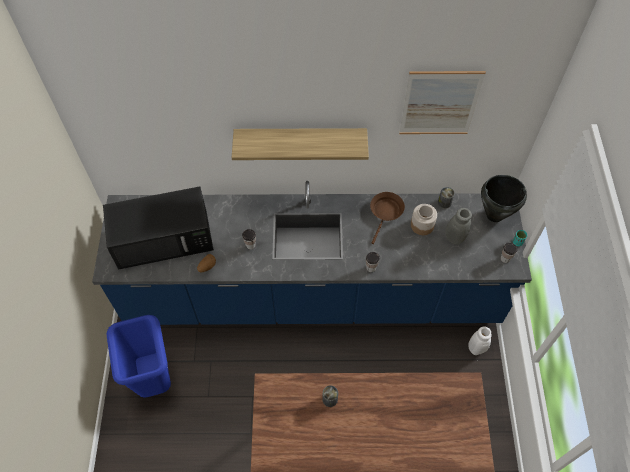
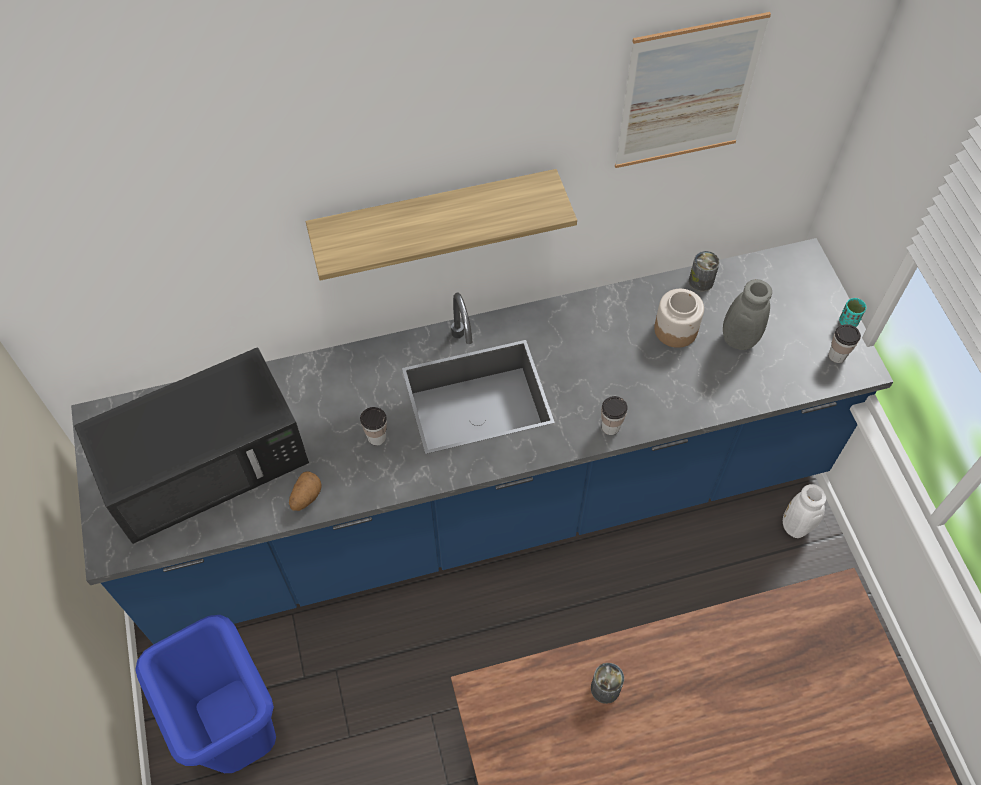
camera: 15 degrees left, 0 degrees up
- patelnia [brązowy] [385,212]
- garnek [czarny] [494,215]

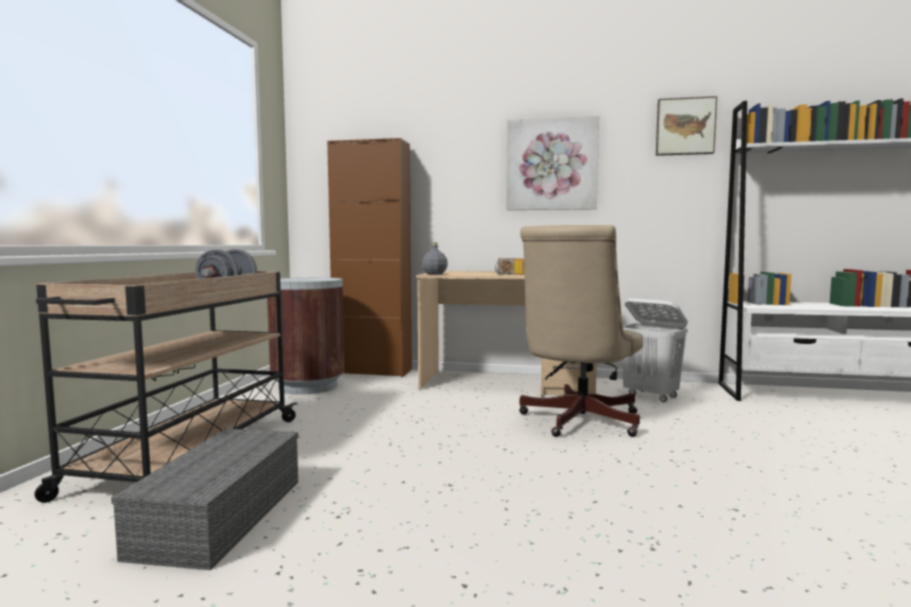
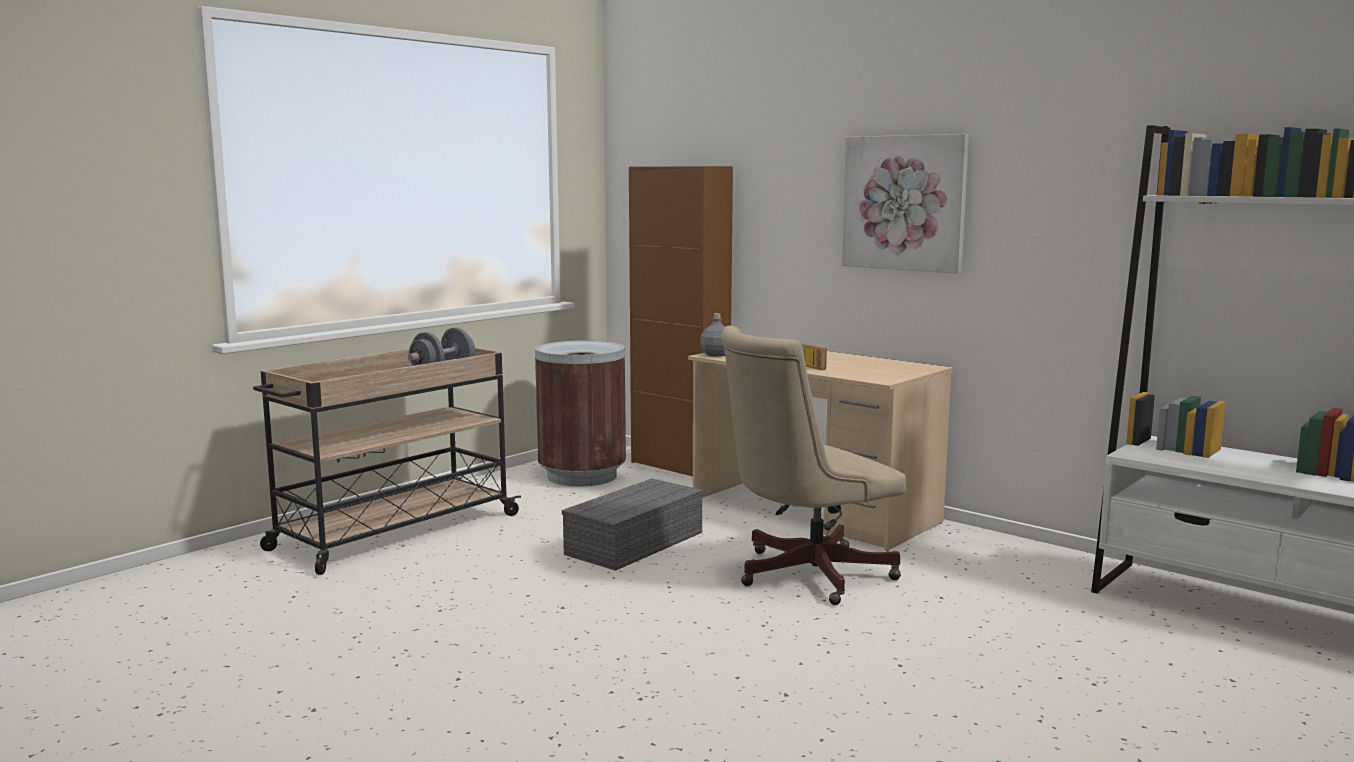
camera: 30 degrees right, 5 degrees up
- kosz na pranie [biały] [651,396]
- obraz [685,127]
~ pojemnik do przechowywania [szary] [220,514] to [635,542]

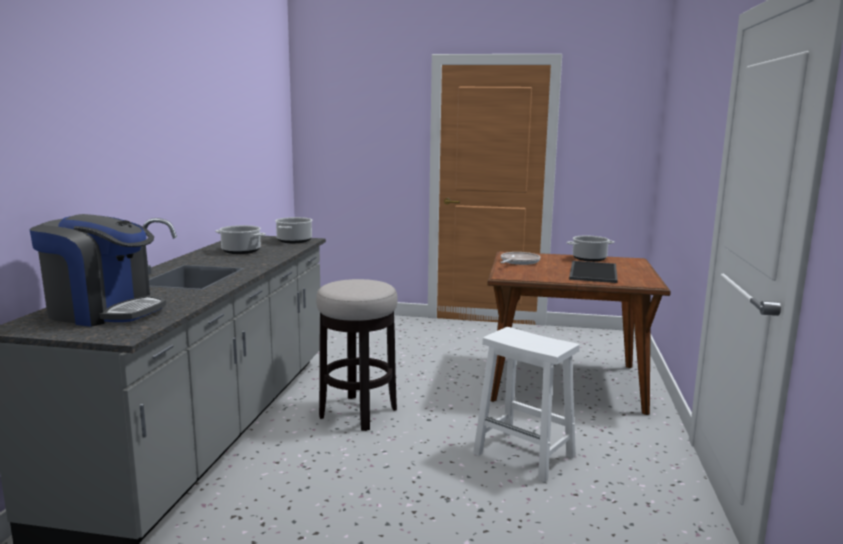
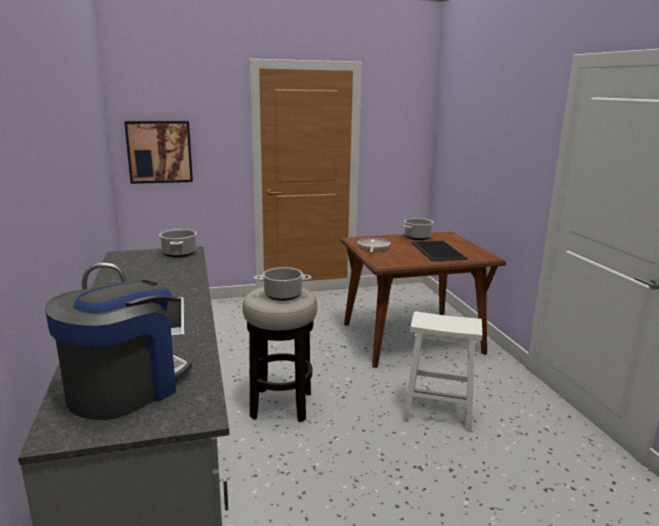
camera: 25 degrees left, 5 degrees up
+ obraz [159,152]
~ garnek [241,251] to [283,295]
~ ekspres do kawy [104,312] = [126,387] 45 degrees counterclockwise

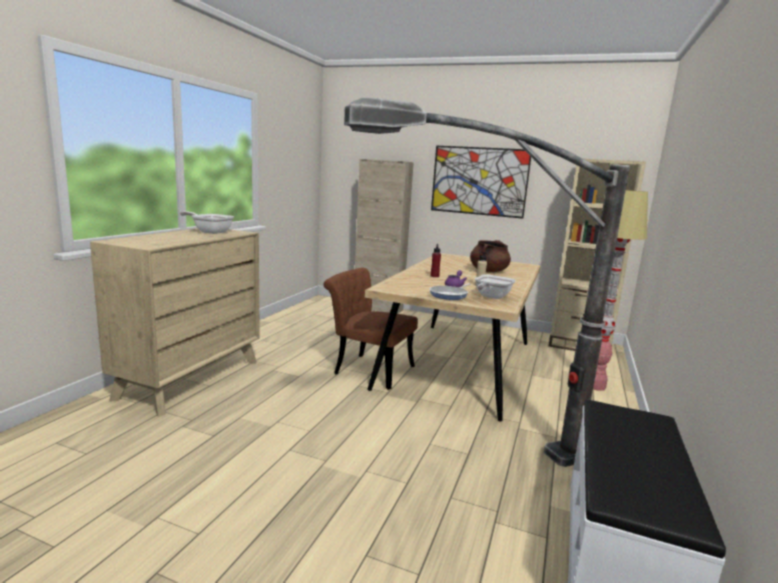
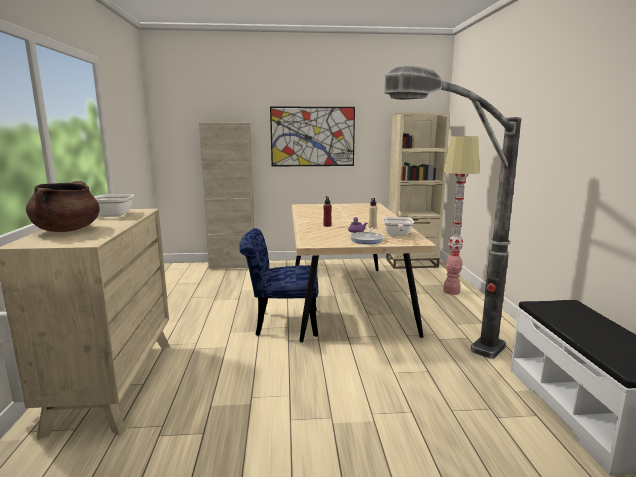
camera: 25 degrees left, 0 degrees up
~ garnek [brązowy] [488,271] to [67,230]
~ krzesło [brązowy] [367,369] to krzesło [niebieski] [280,323]

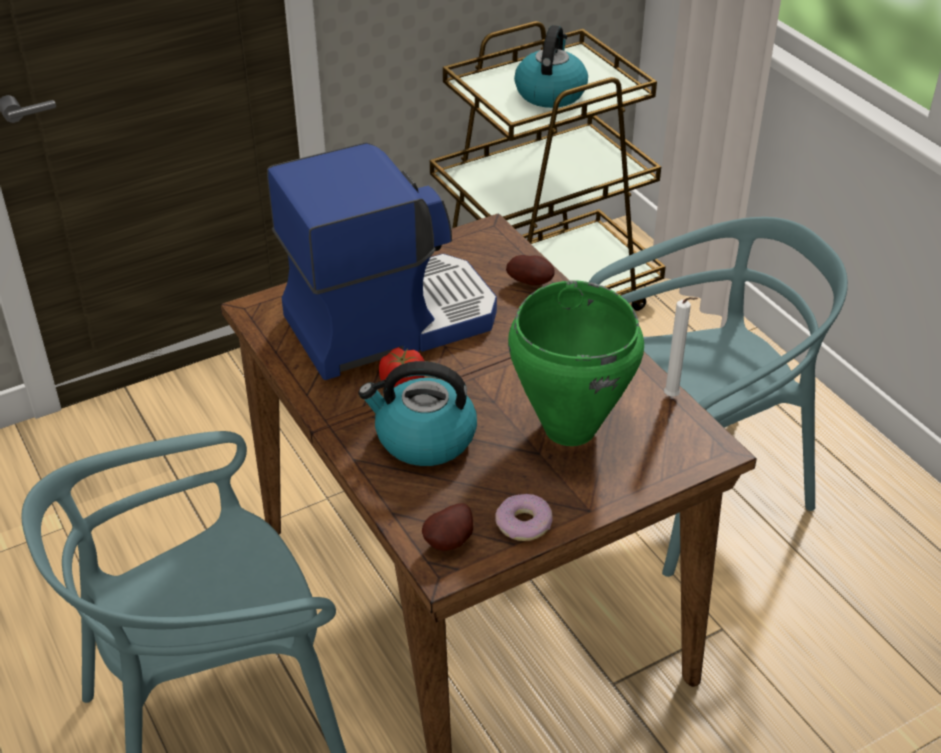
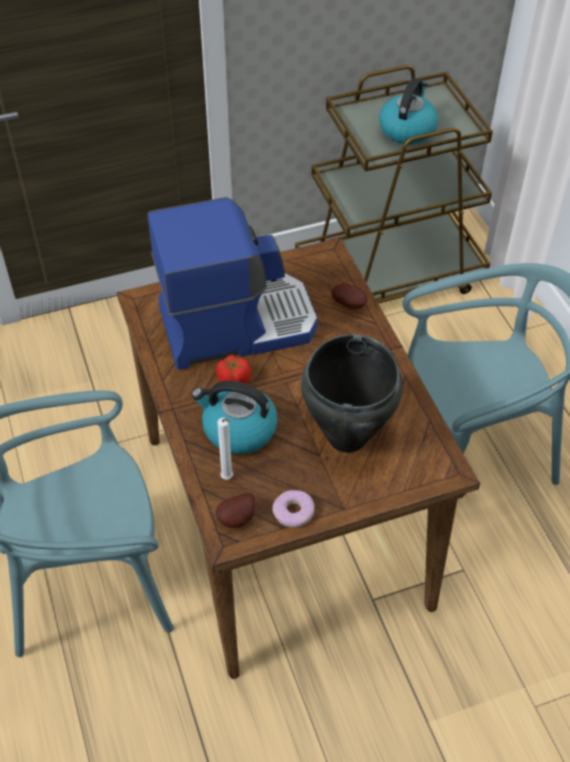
camera: 10 degrees right, 10 degrees up
~ świeca [biały] [673,397] to [228,478]
~ garnek [zielony] [568,429] to garnek [czarny] [346,437]

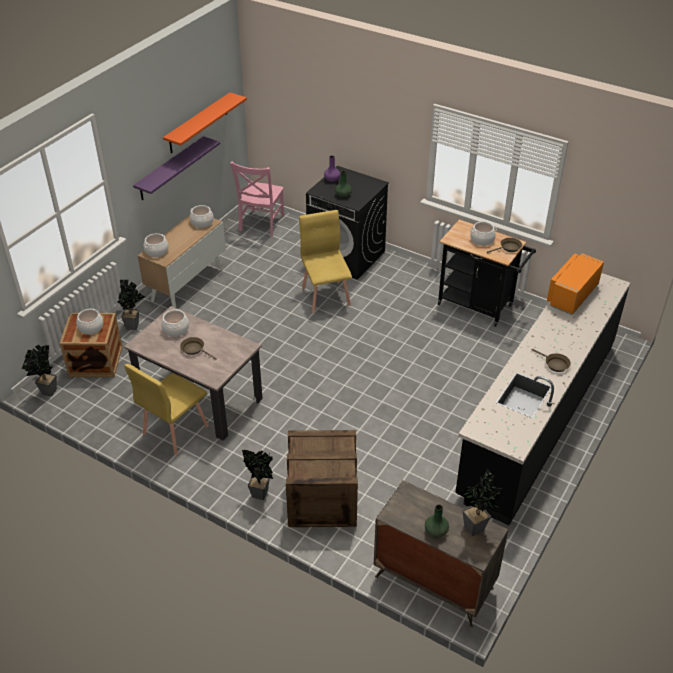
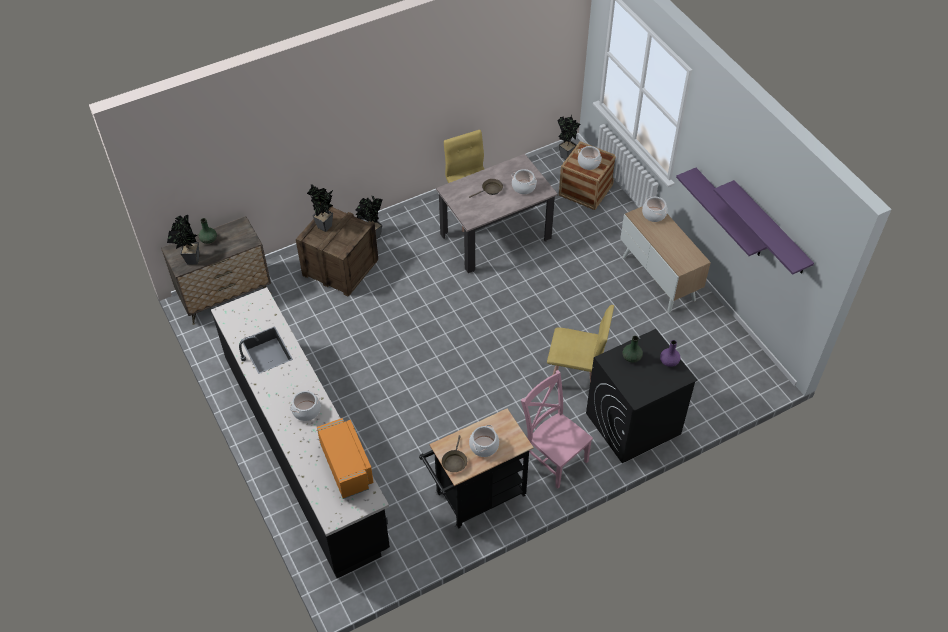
camera: 120 degrees right, 10 degrees up
- patelnia [brązowy] [554,364]
~ roślina doniczkowa [134,324] to [325,228]
~ garnek [202,222] to [306,410]
~ krzesło [różowy] [261,224] to [553,457]
~ półka [pomarańczowy] [198,123] to półka [fioletowy] [770,228]

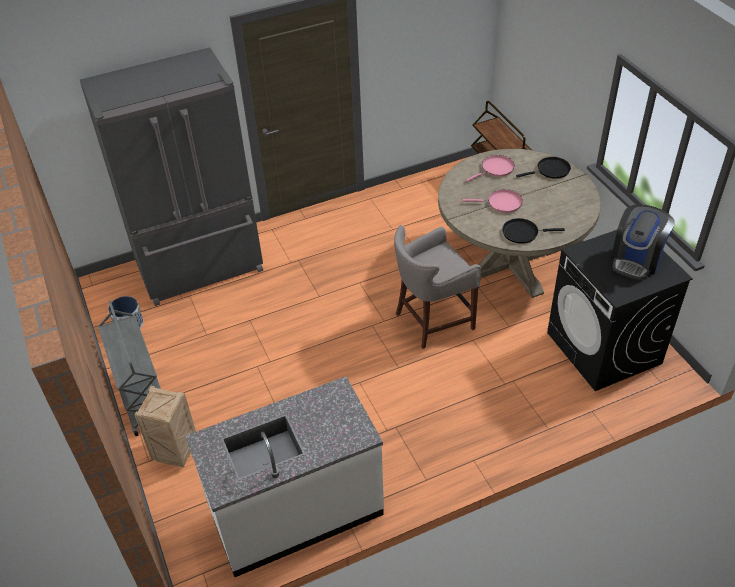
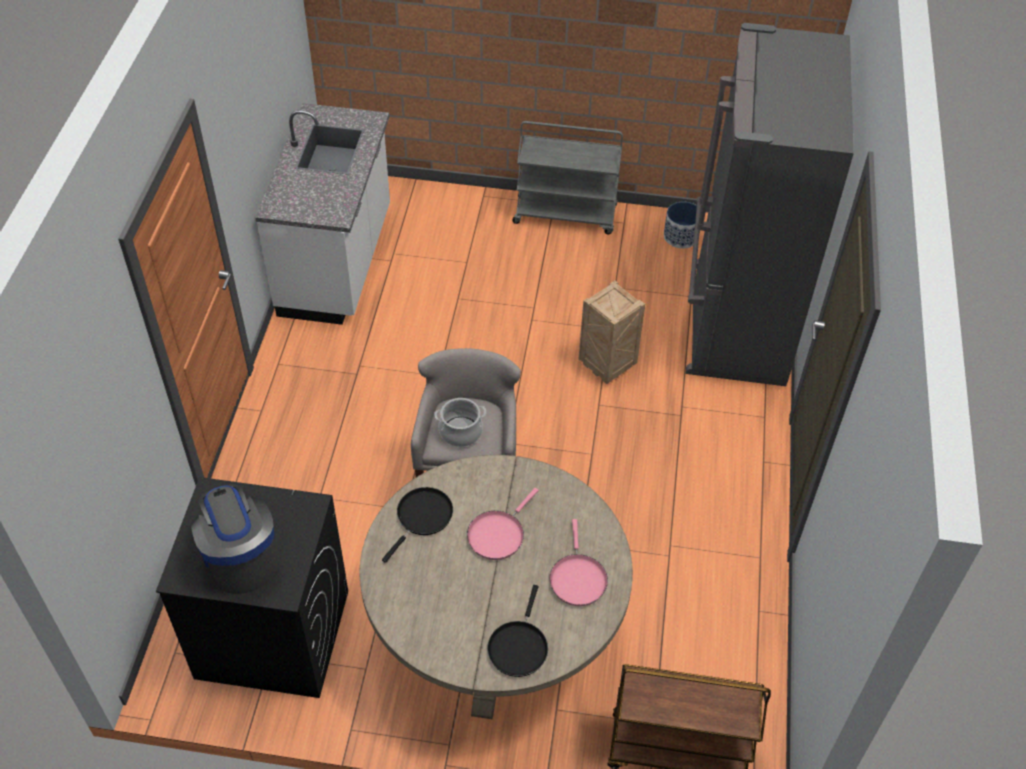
camera: 120 degrees right, 5 degrees up
+ garnek [460,432]
~ skrzynka [175,451] to [608,365]

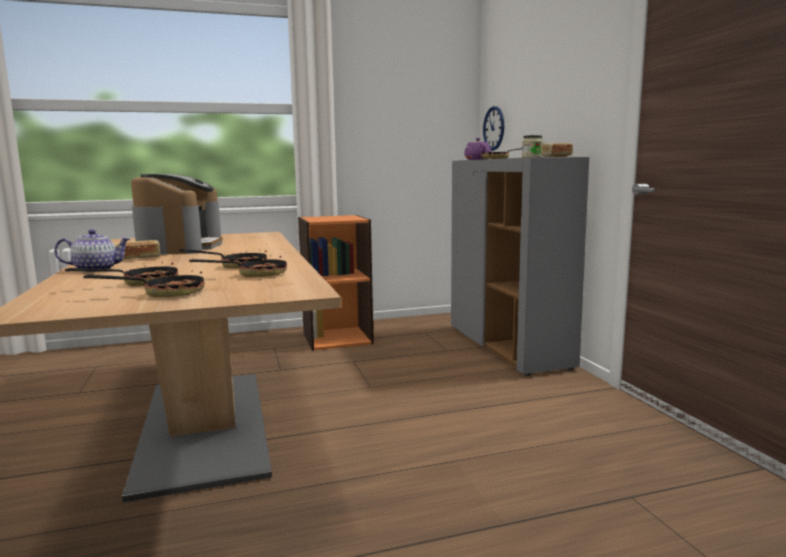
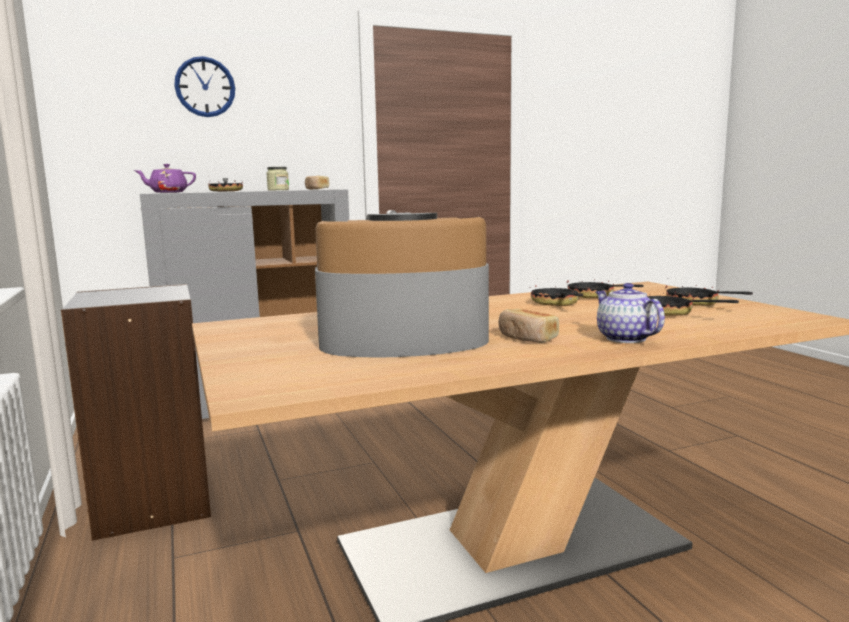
camera: 95 degrees left, 0 degrees up
~ zegar ścienny [494,128] to [205,87]
~ regał [pomarańczowy] [337,338] to regał [szary] [152,503]

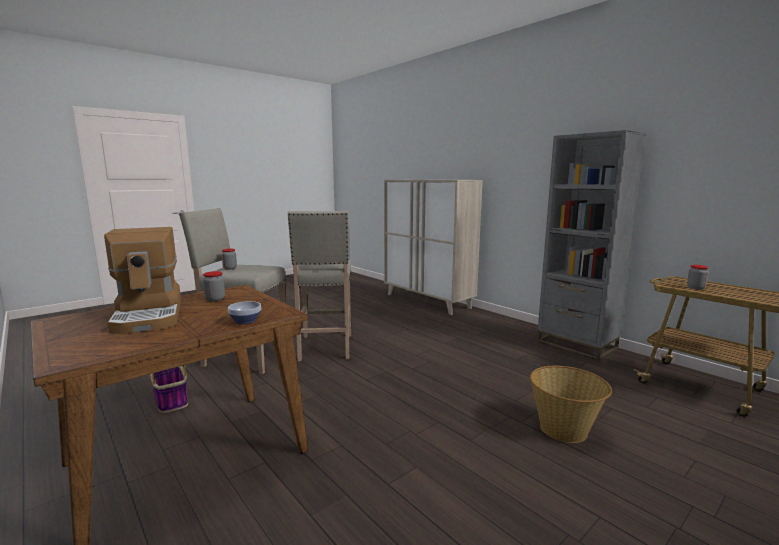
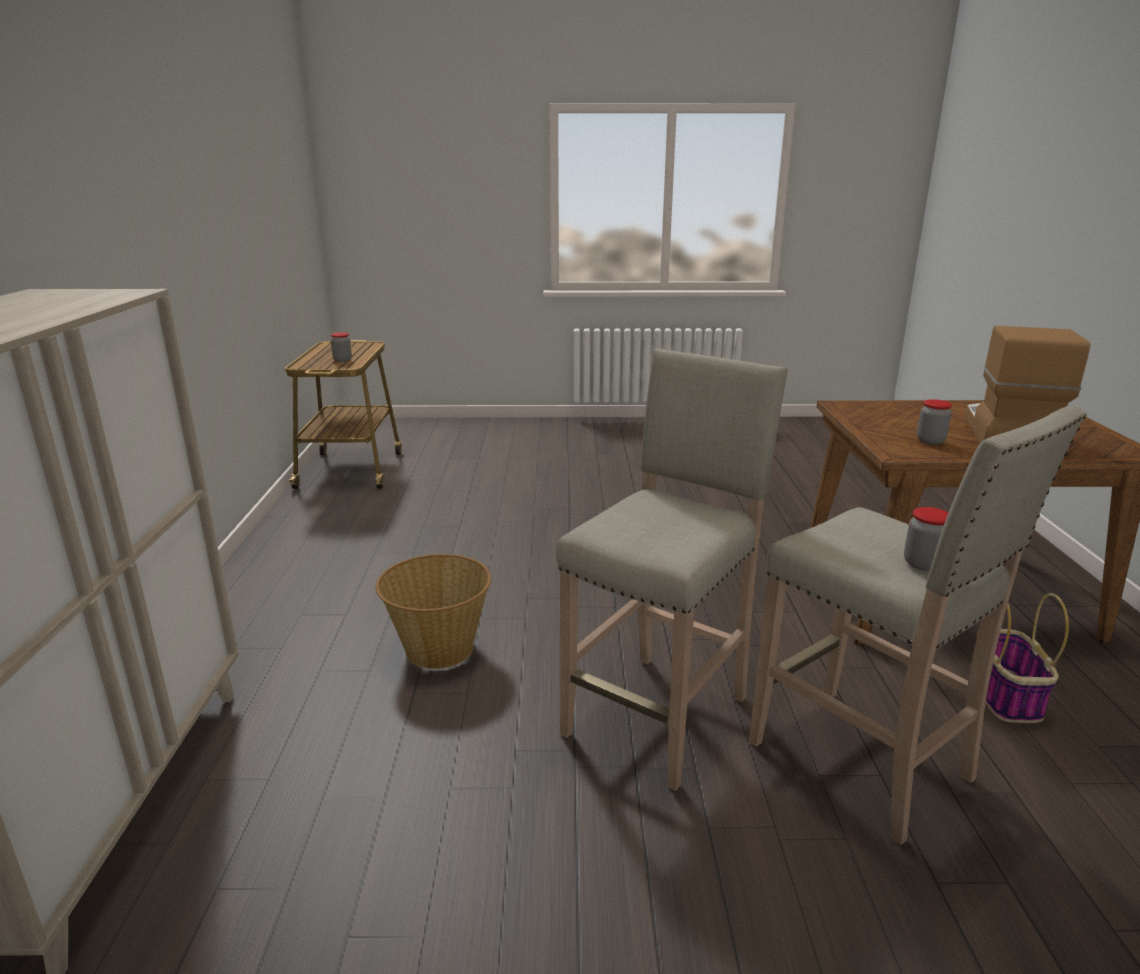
camera: 140 degrees left, 10 degrees up
- miska [246,321]
- regał [szary] [576,345]
~ koszyk [564,429] to [439,648]

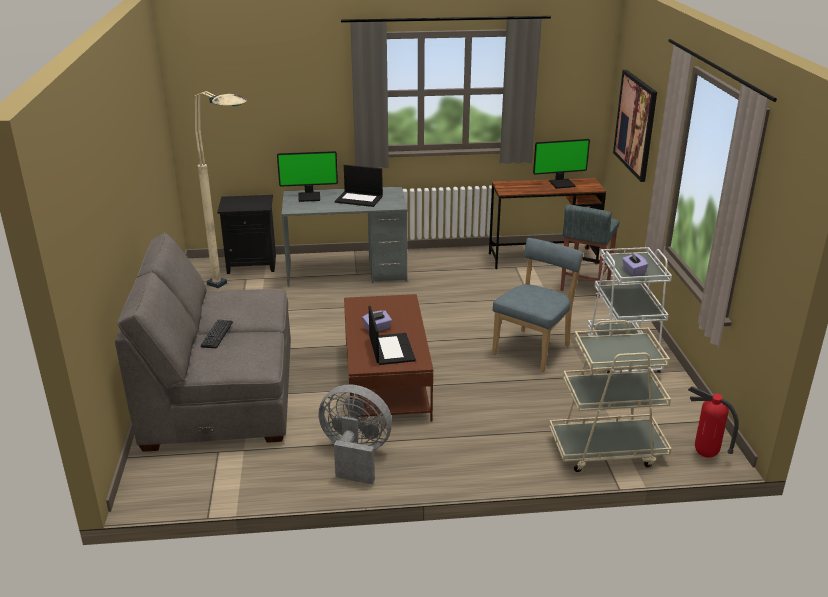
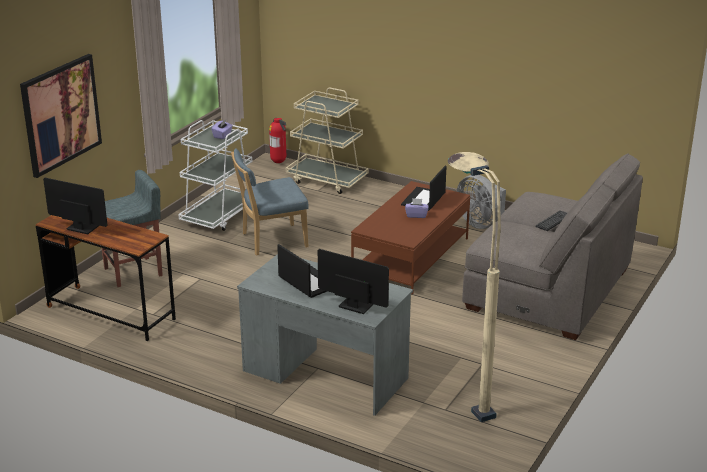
camera: 145 degrees left, 0 degrees up
- szafka nocna [czarny] [252,264]

